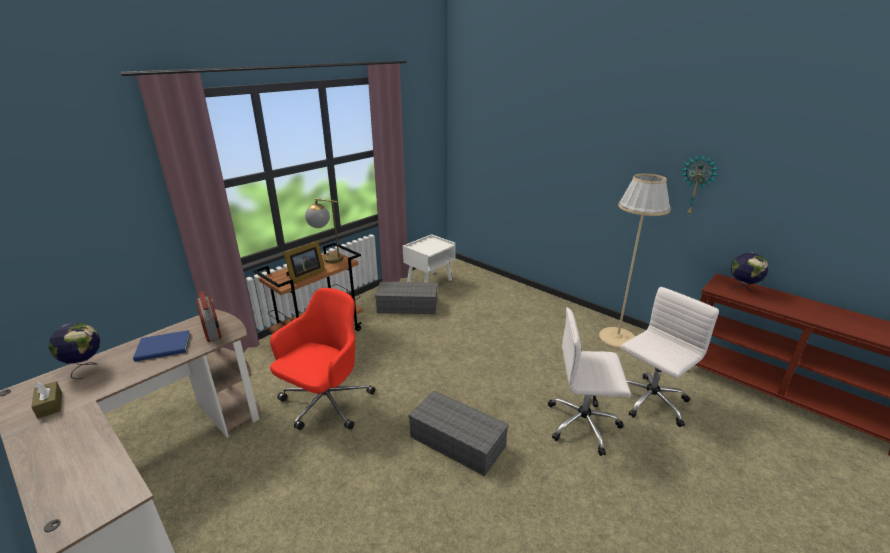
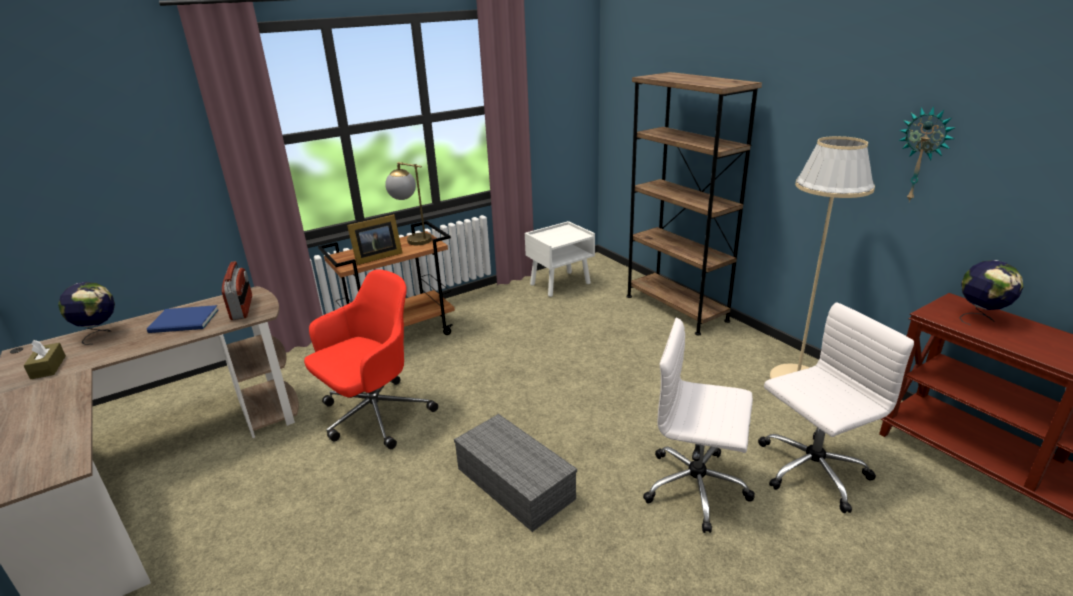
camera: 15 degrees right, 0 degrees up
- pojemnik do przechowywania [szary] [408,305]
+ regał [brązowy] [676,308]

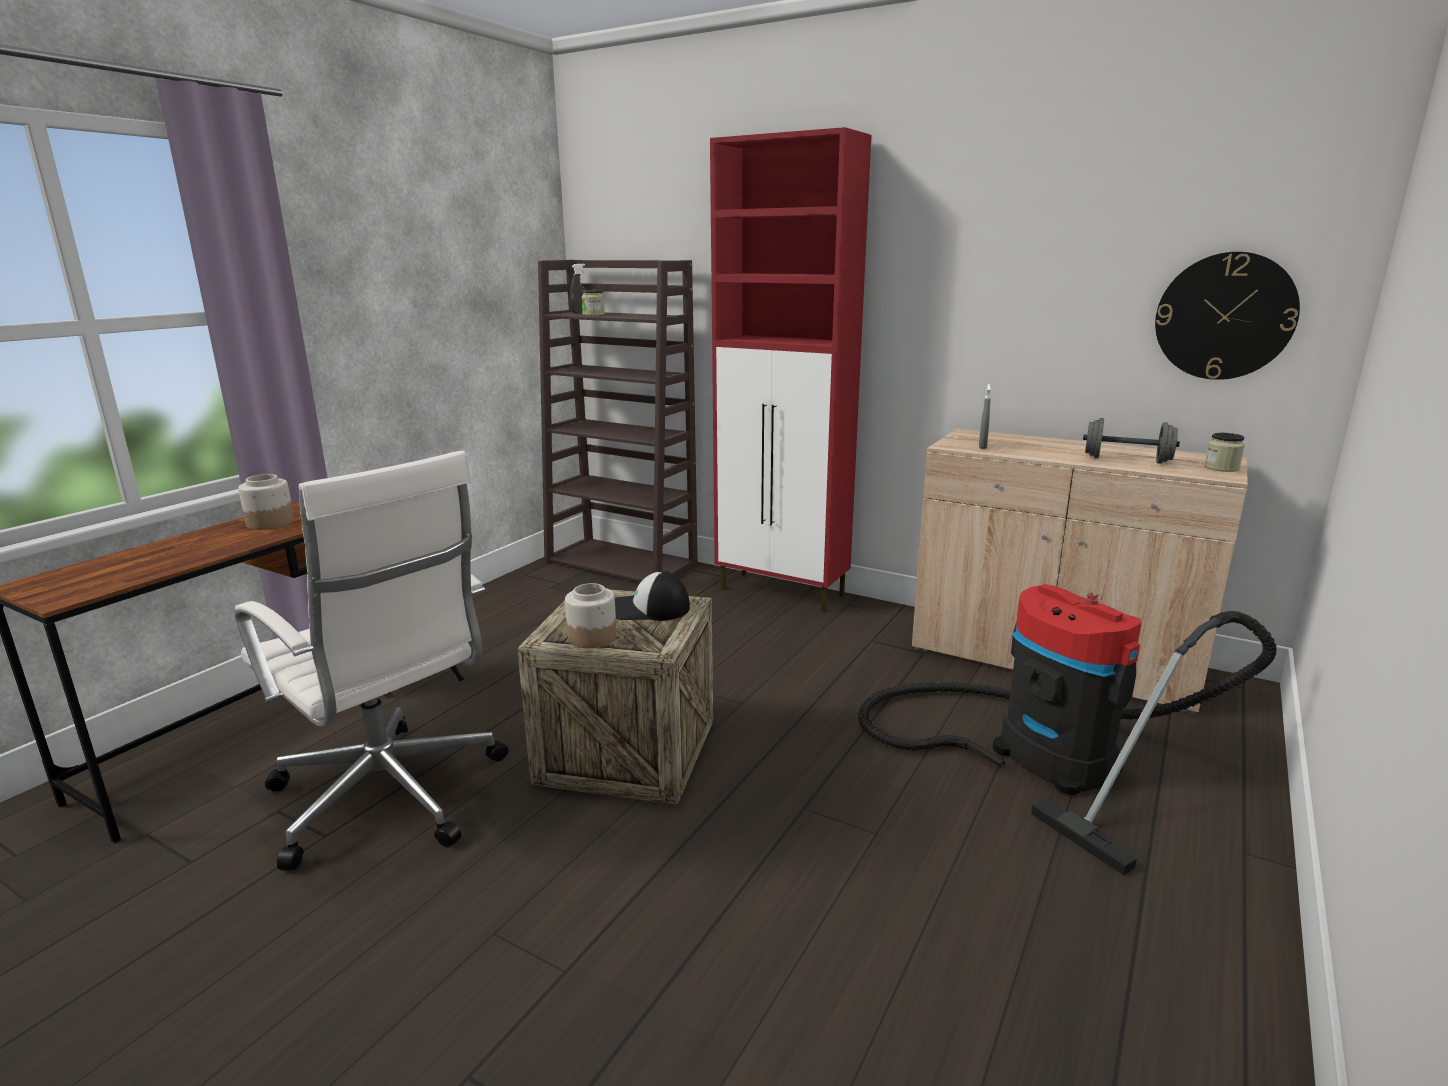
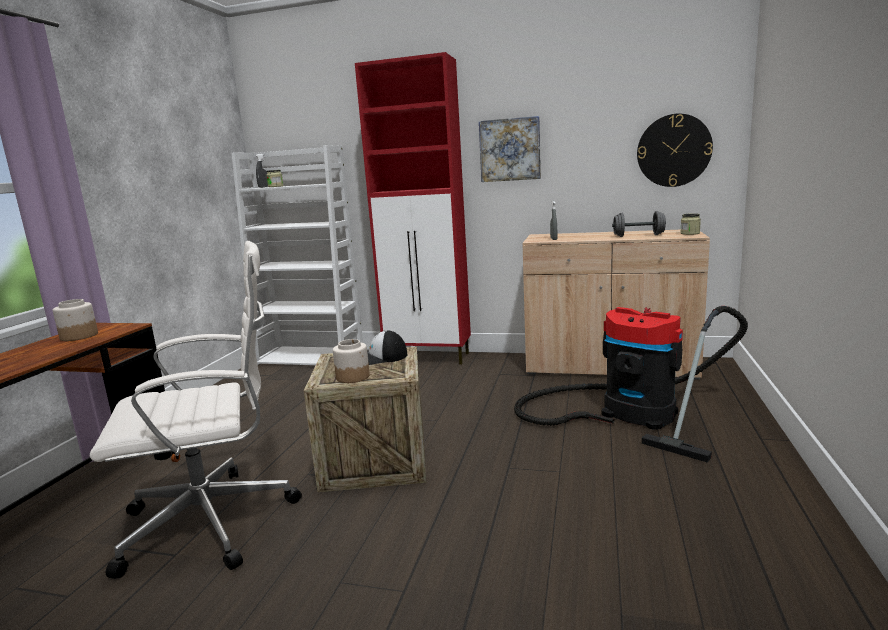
camera: 15 degrees left, 5 degrees down
+ obraz [510,150]
~ regał [brązowy] [622,564] to regał [biały] [311,358]
~ krzesło biurowe [biały] [390,798] = [214,521] 45 degrees counterclockwise

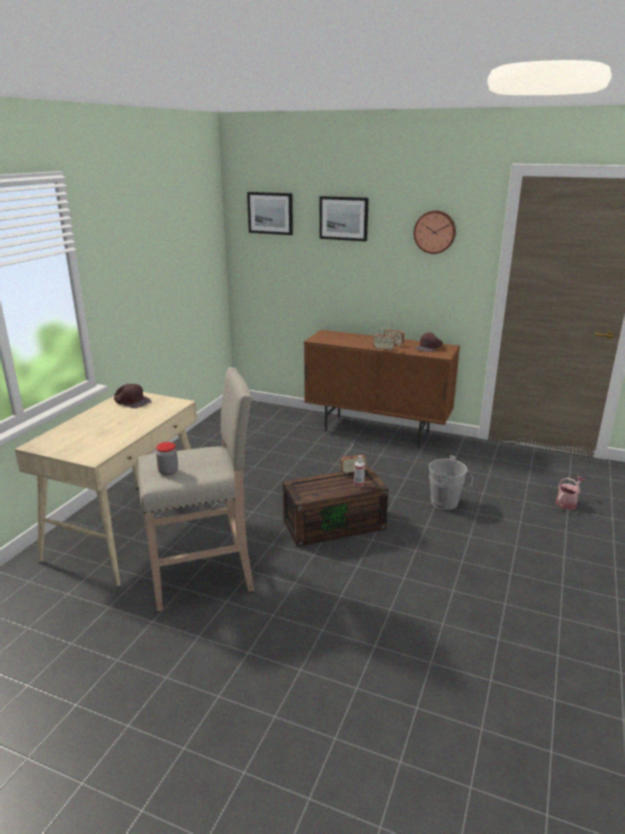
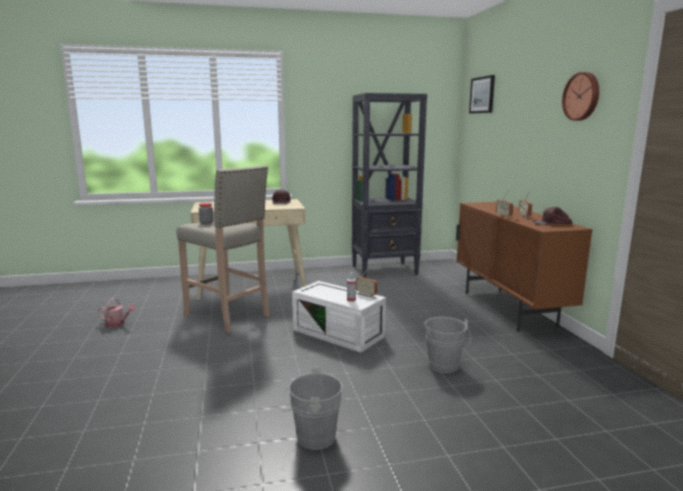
camera: 55 degrees right, 10 degrees down
- obraz [343,218]
+ wiadro [szary] [311,437]
+ regał [czarny] [385,270]
~ konewka [567,503] to [117,324]
~ pojemnik do przechowywania [brązowy] [335,523] to pojemnik do przechowywania [biały] [340,333]

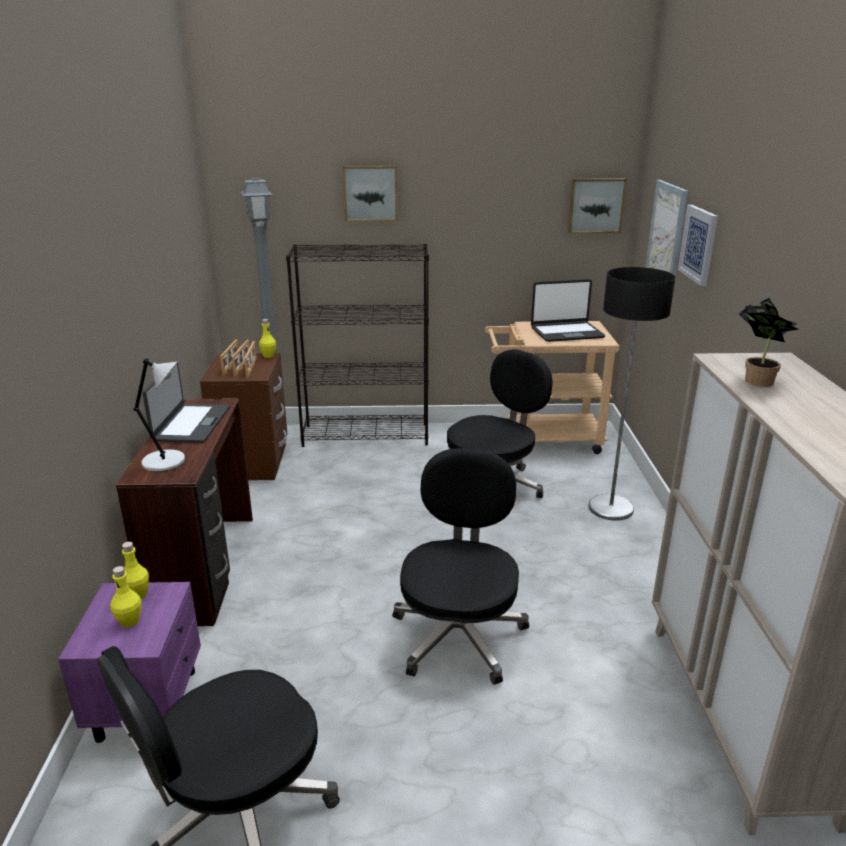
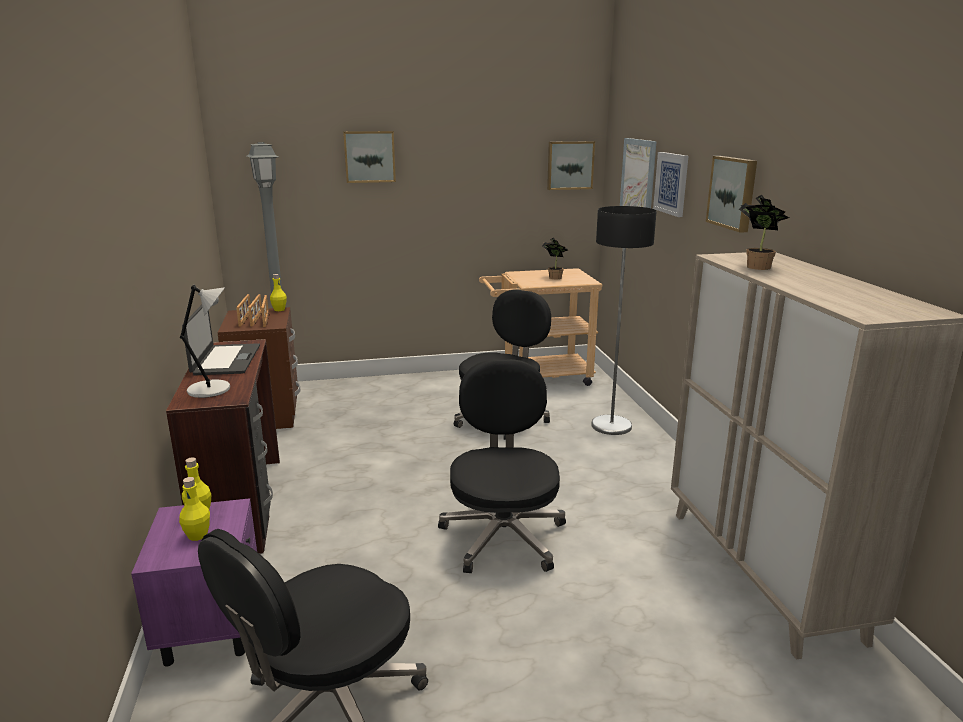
camera: 10 degrees left, 5 degrees down
- regał [czarny] [366,435]
+ obraz [733,192]
~ laptop [566,333] to roślina doniczkowa [553,277]

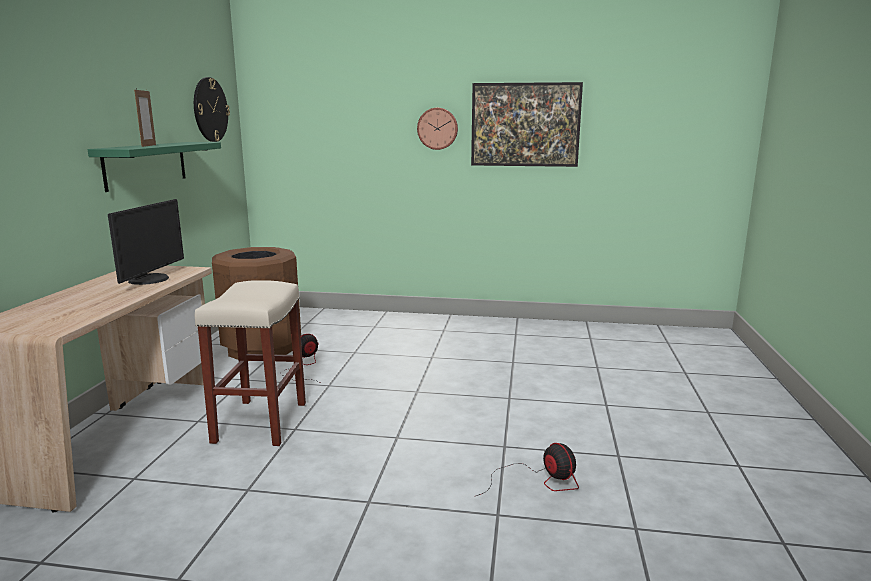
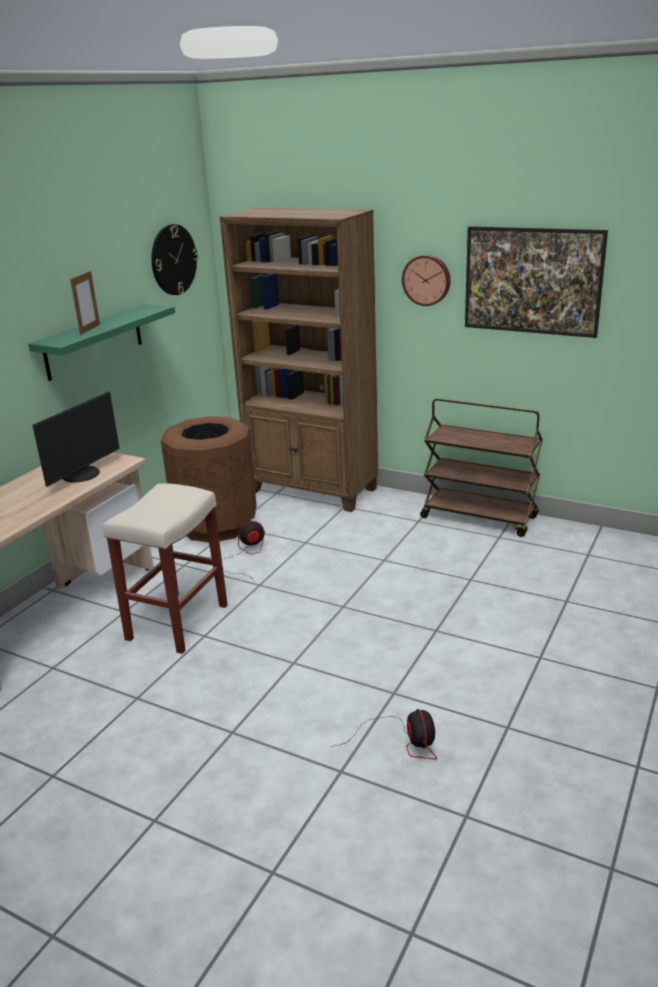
camera: 20 degrees right, 10 degrees up
+ regał [brązowy] [313,490]
+ wózek [brązowy] [480,517]

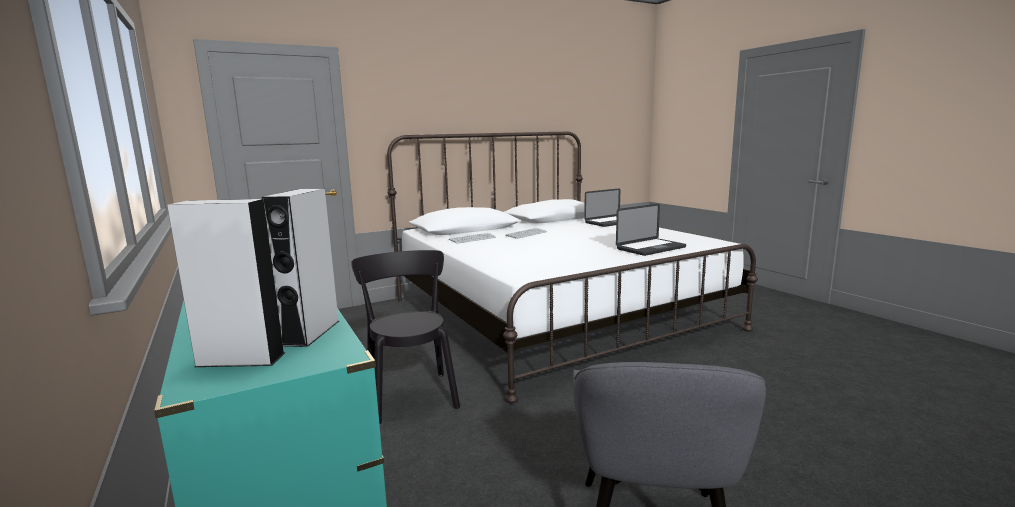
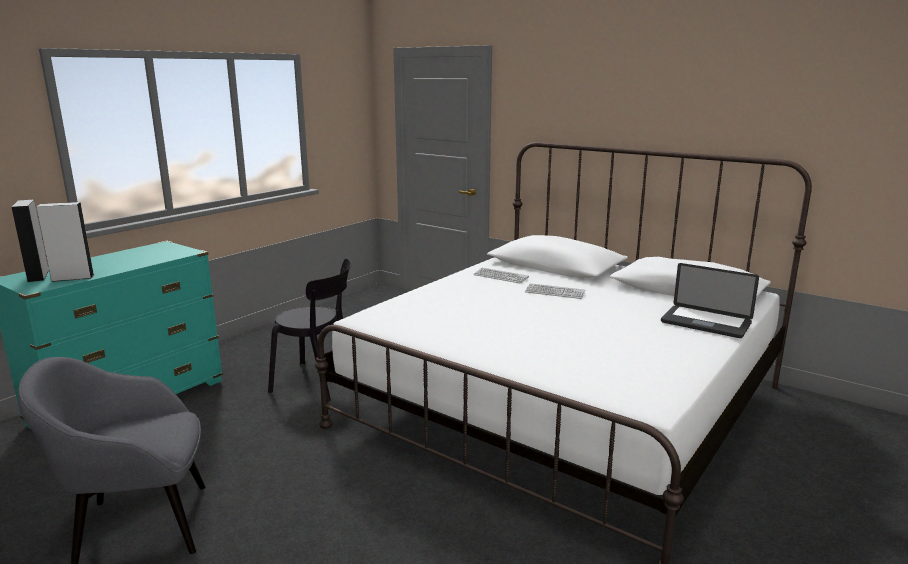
camera: 65 degrees right, 5 degrees up
- laptop [651,248]
~ krzesło [czarny] [411,394] = [318,382] 60 degrees clockwise

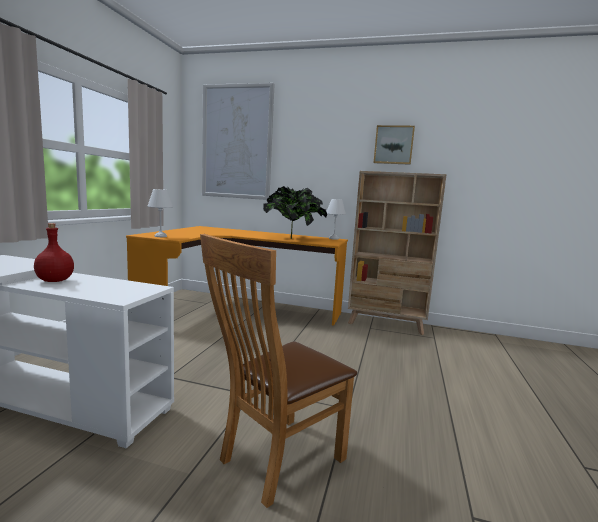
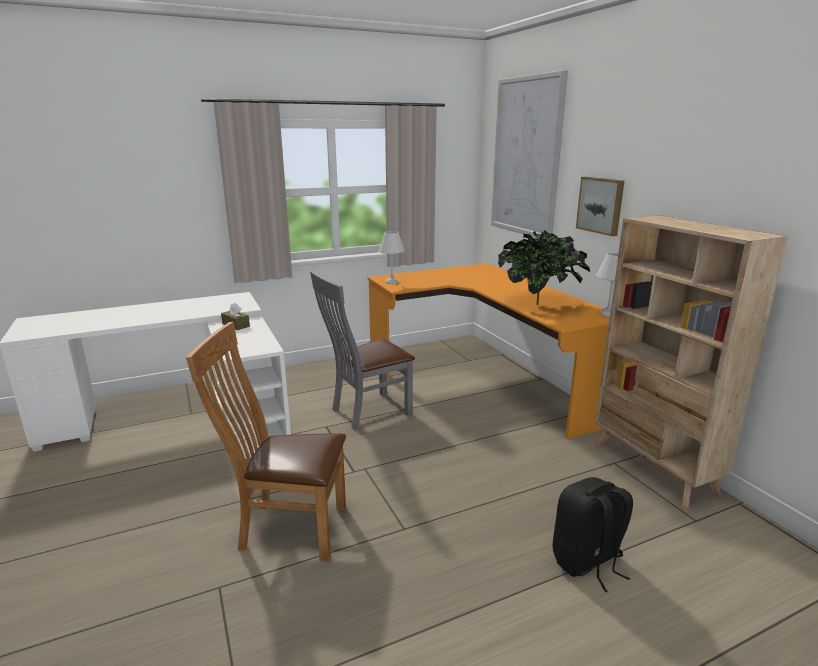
camera: 50 degrees right, 10 degrees up
+ krzesło [szary] [366,412]
+ plecak [czarny] [587,562]
~ obraz [393,145] to [601,205]
~ butelka [czerwony] [54,281] to pudełko chusteczek [brązowy] [236,325]

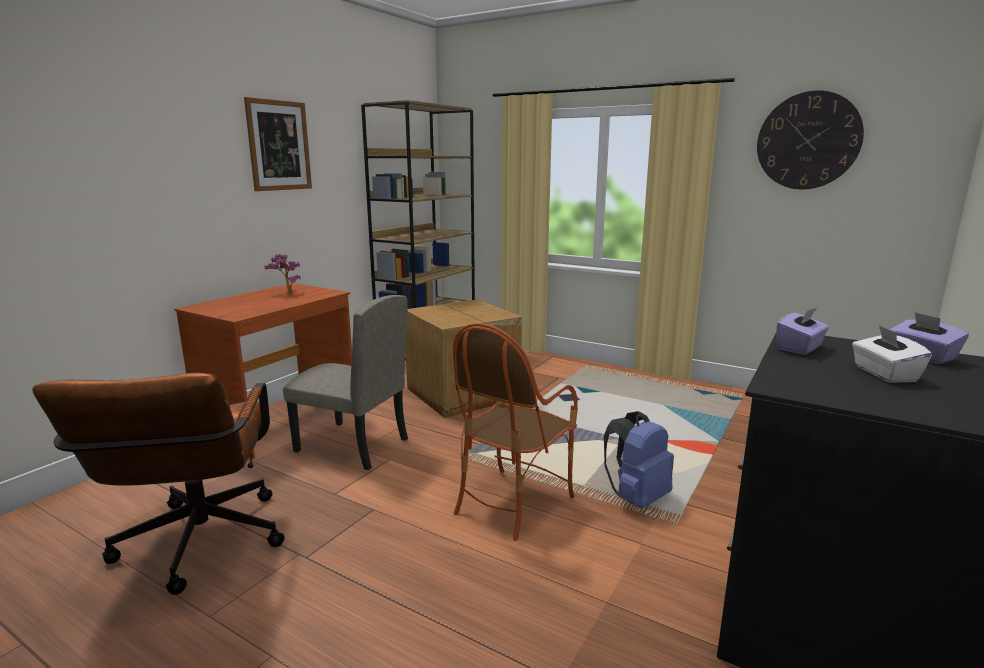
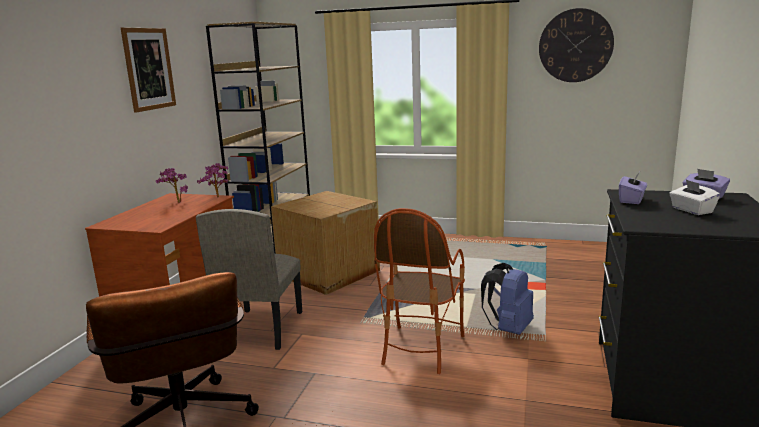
camera: 15 degrees left, 0 degrees up
+ roślina doniczkowa [218,197]
~ krzesło [beżowy] [351,445] = [261,329] 90 degrees clockwise

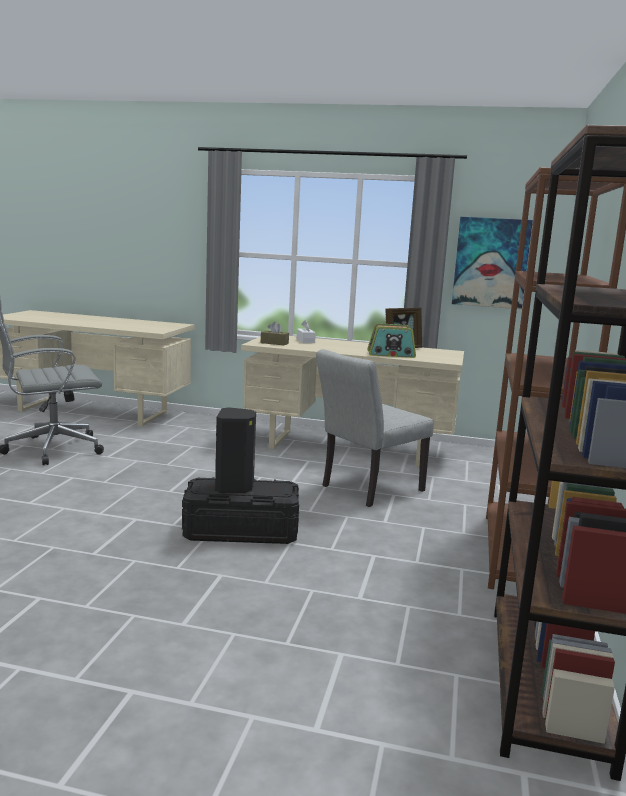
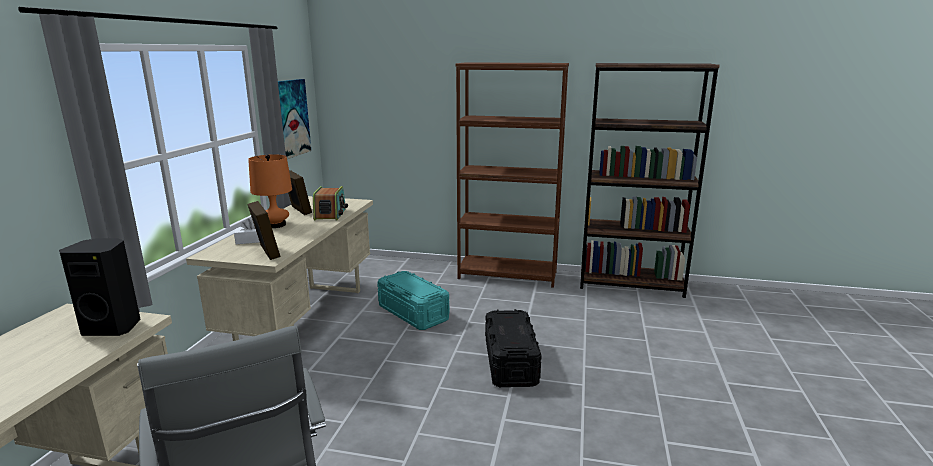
camera: 90 degrees left, 5 degrees up
+ lampa stołowa [pomarańczowy] [275,225]
~ głośnik [czarny] [235,487] to [113,327]
~ pudełko chusteczek [brązowy] [274,343] to ramka na zdjęcie [266,252]
~ krzesło [szary] [366,489] to pojemnik do przechowywania [turkusowy] [413,313]

